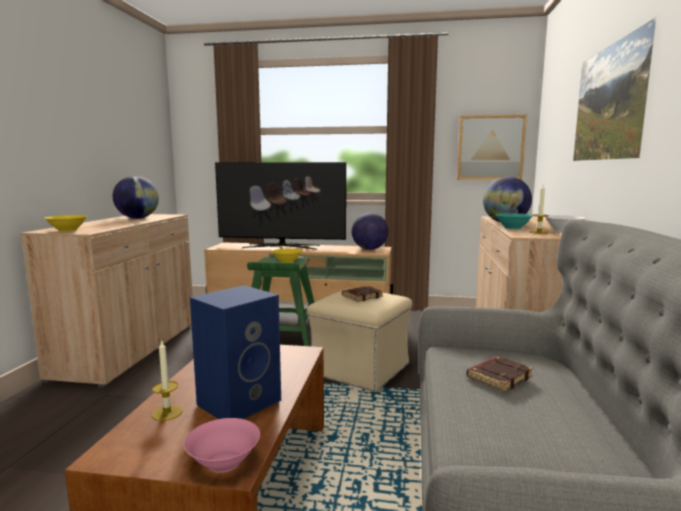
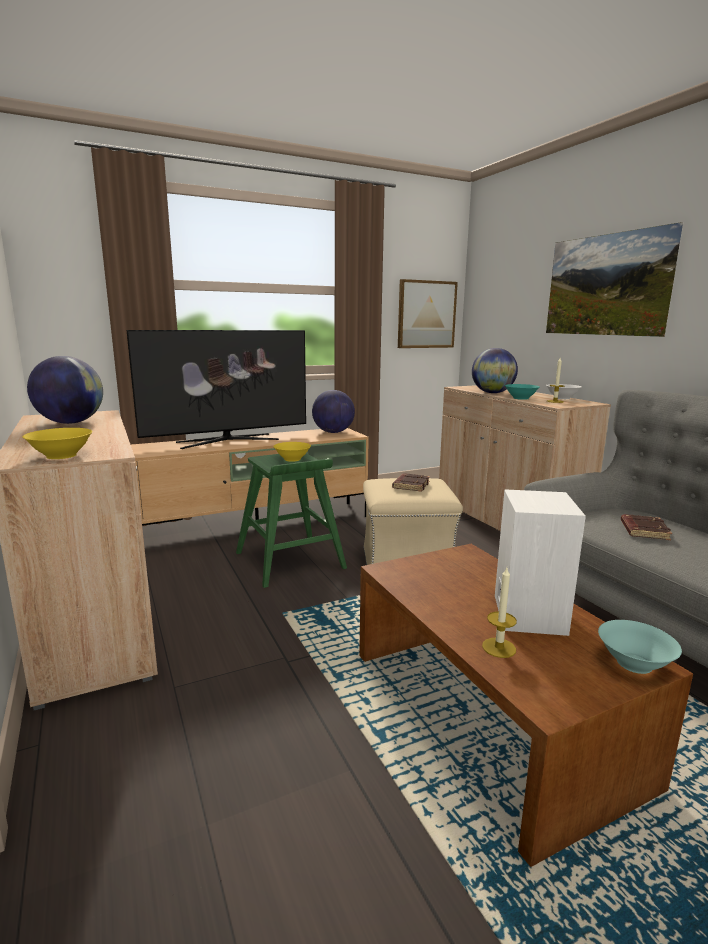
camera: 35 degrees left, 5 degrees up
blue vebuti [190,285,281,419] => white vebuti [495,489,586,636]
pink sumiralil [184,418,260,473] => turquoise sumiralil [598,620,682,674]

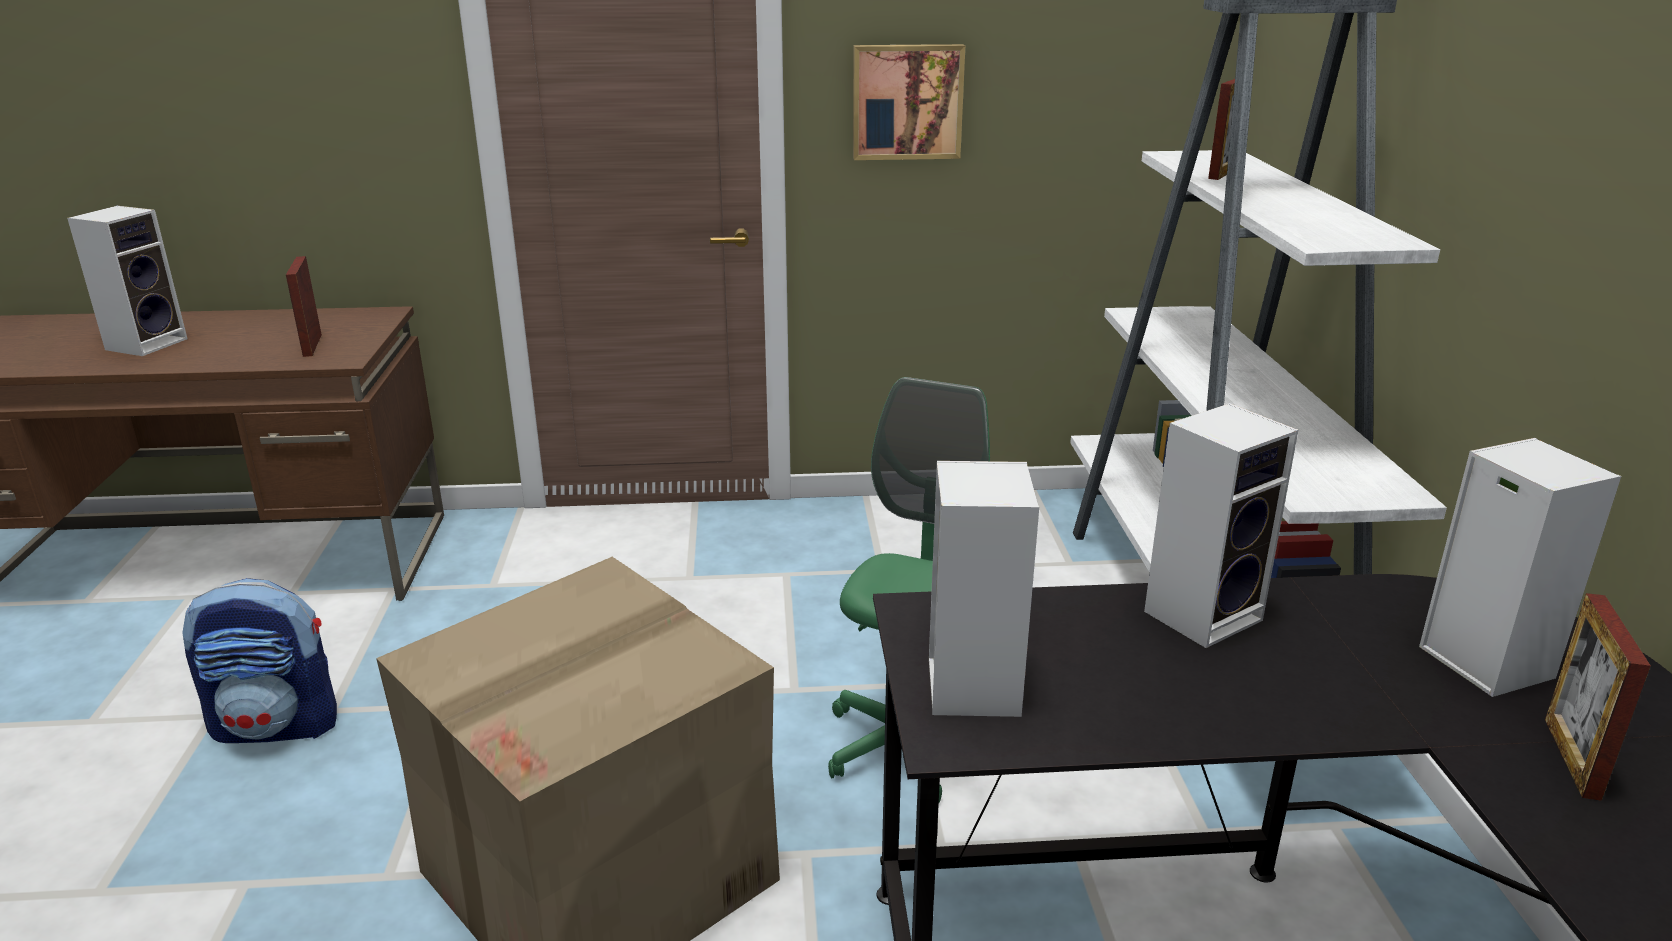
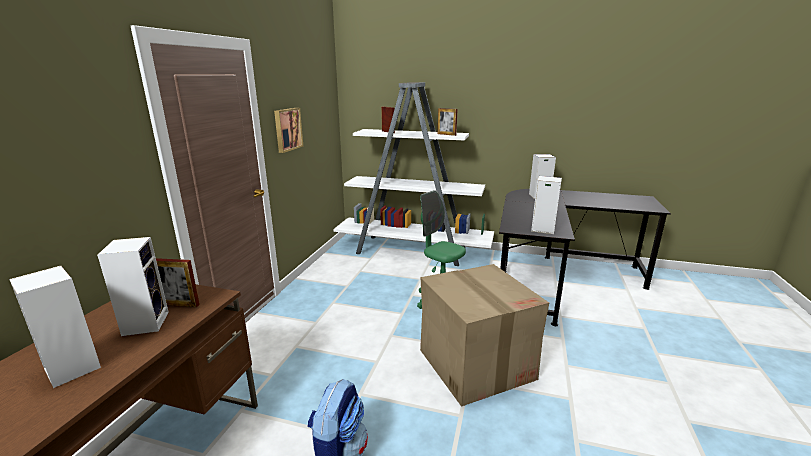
camera: 70 degrees left, 5 degrees down
vebuti [1144,403,1298,648] => vebuti [97,237,169,336], relocated
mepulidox [1545,593,1651,801] => mepulidox [438,108,458,136], relocated

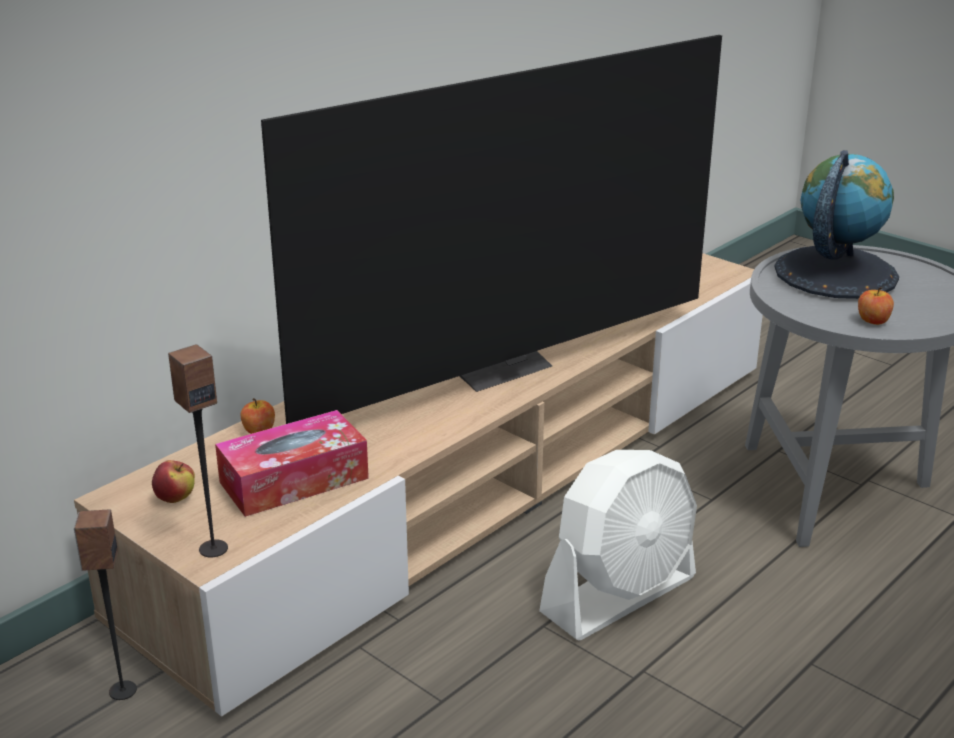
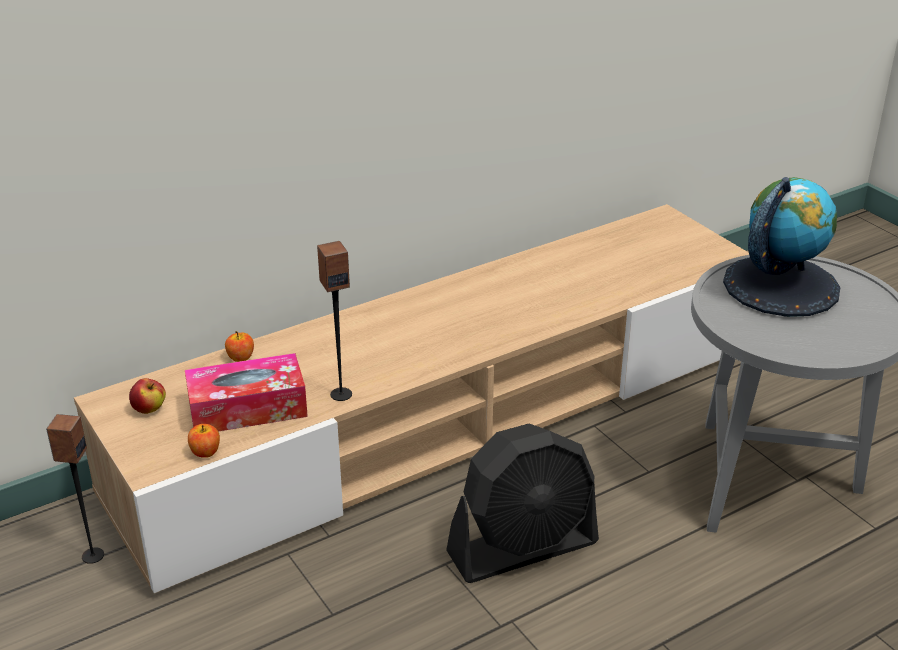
camera: 15 degrees right, 5 degrees up
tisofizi [858,287,894,325] => tisofizi [188,424,220,458], relocated
vebuti [168,344,228,557] => vebuti [317,241,352,401], relocated
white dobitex [539,450,697,640] => black dobitex [446,424,599,583]
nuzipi [261,35,722,424] => nothing

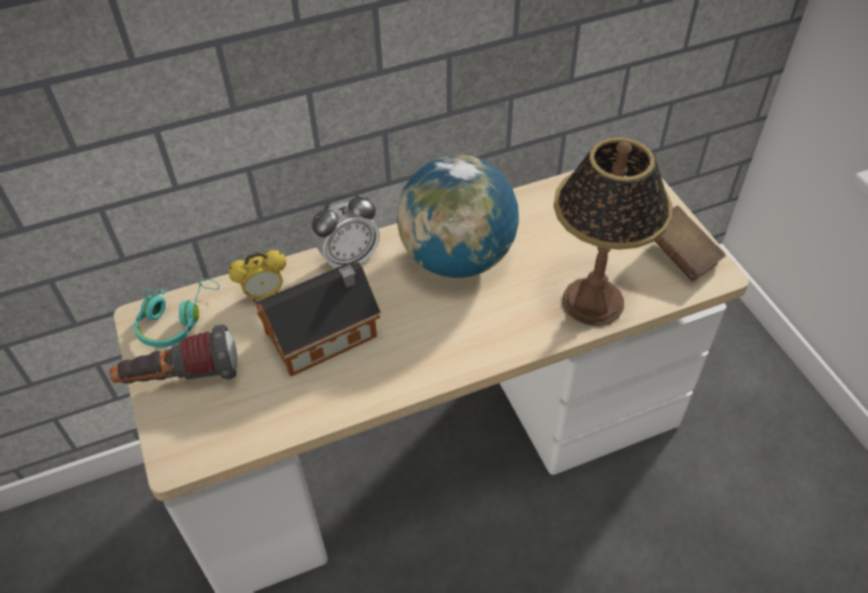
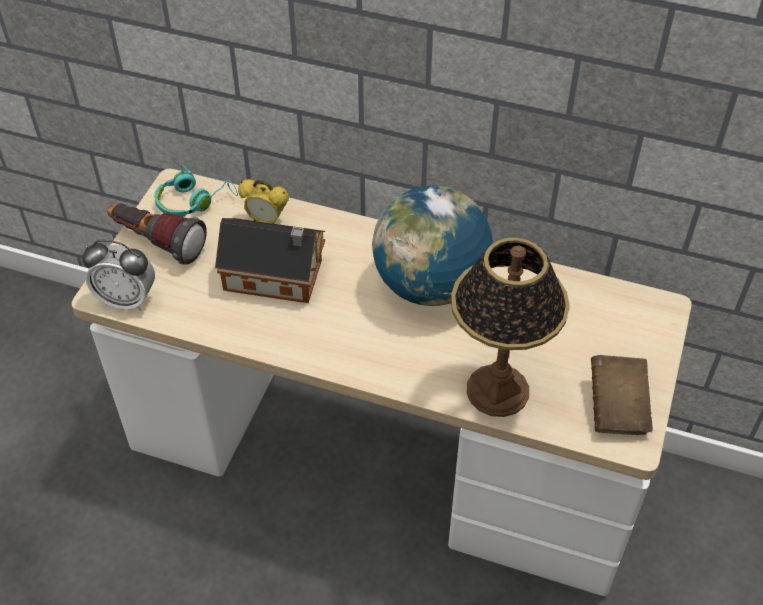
camera: 40 degrees right, 0 degrees up
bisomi [312,194,380,268] => bisomi [82,240,155,311], relocated

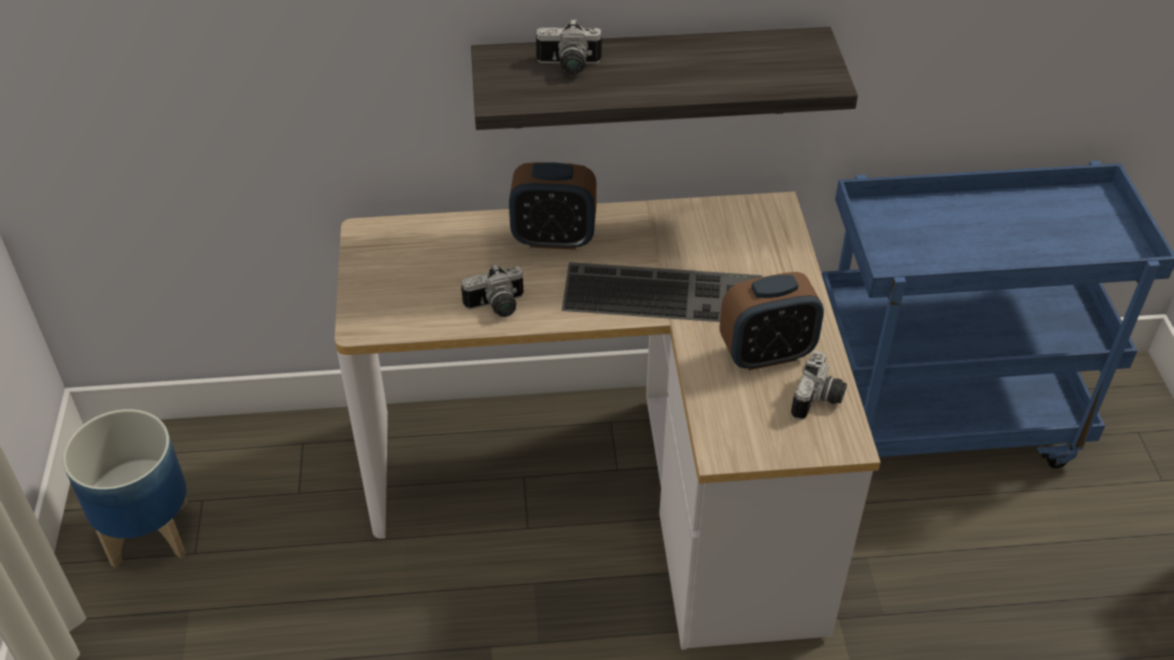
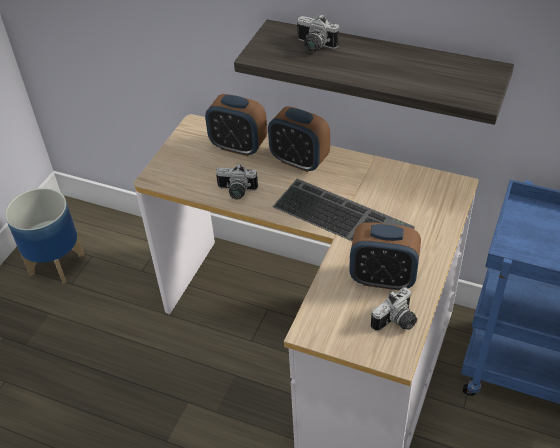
camera: 30 degrees right, 0 degrees up
nothing => bisomi [205,94,267,156]

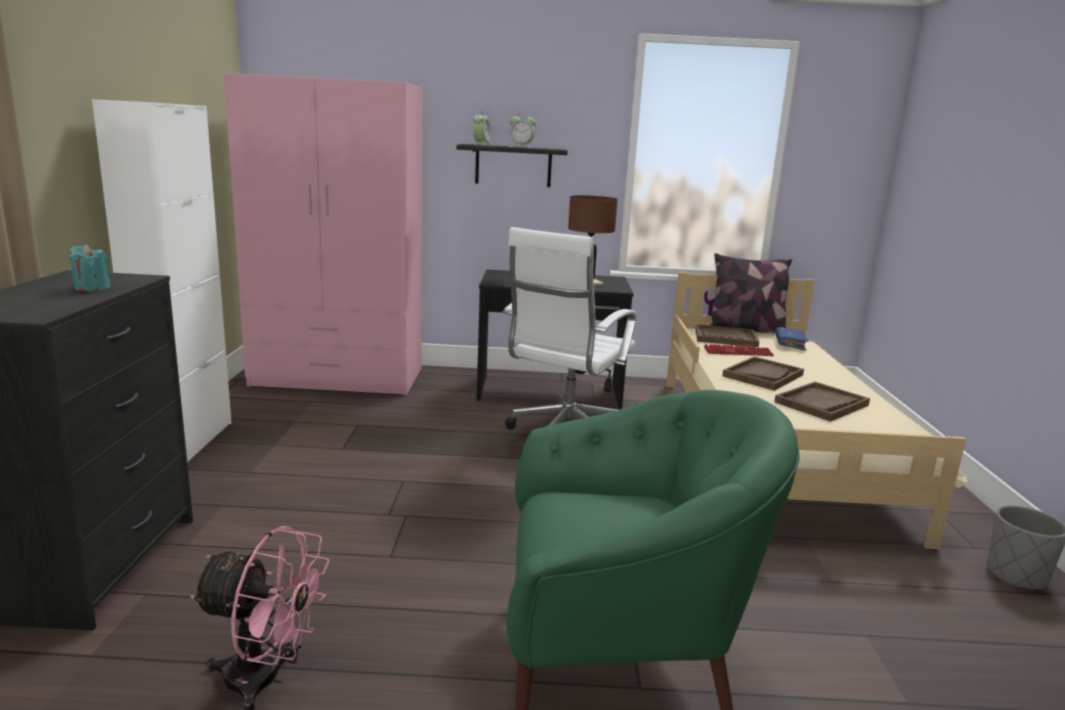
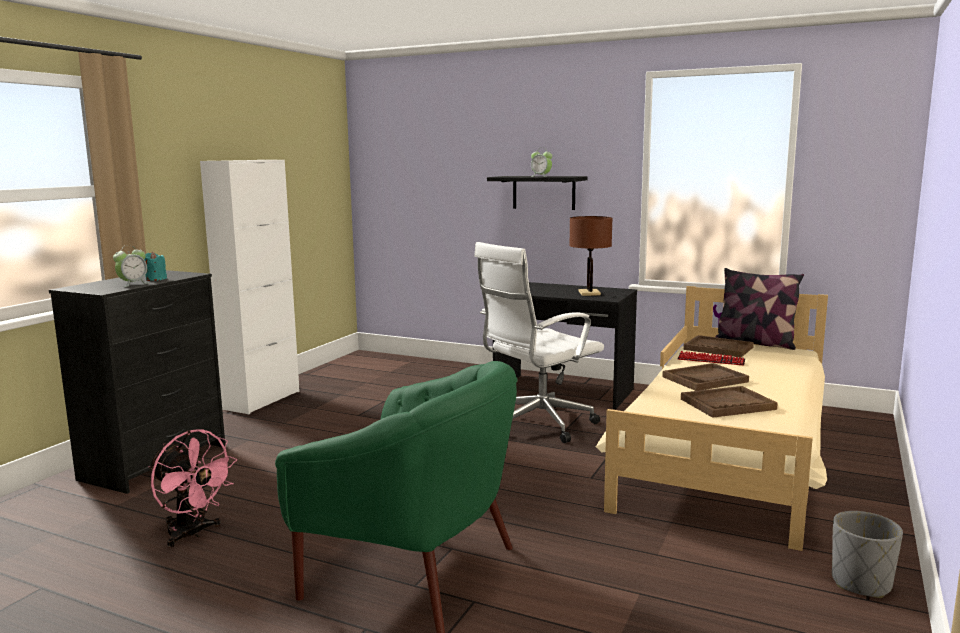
camera: 25 degrees right, 5 degrees down
bisomi [473,111,490,145] => bisomi [113,245,148,287], relocated
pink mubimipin [224,73,423,395] => nothing
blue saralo [775,327,809,351] => nothing

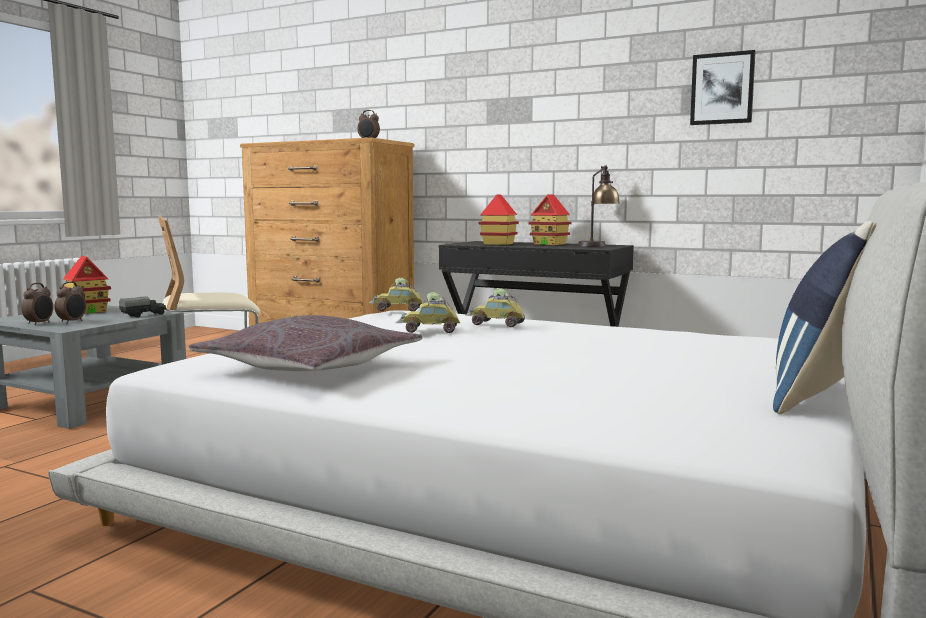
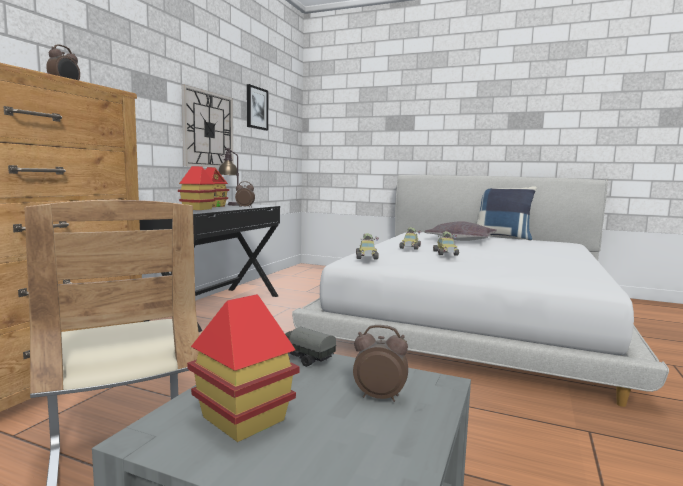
camera: 95 degrees left, 0 degrees up
nothing => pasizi [182,85,233,168]
bisomi [22,283,53,325] => bisomi [235,181,255,207], relocated
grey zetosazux [189,315,422,371] => grey zetosazux [424,221,497,241], relocated

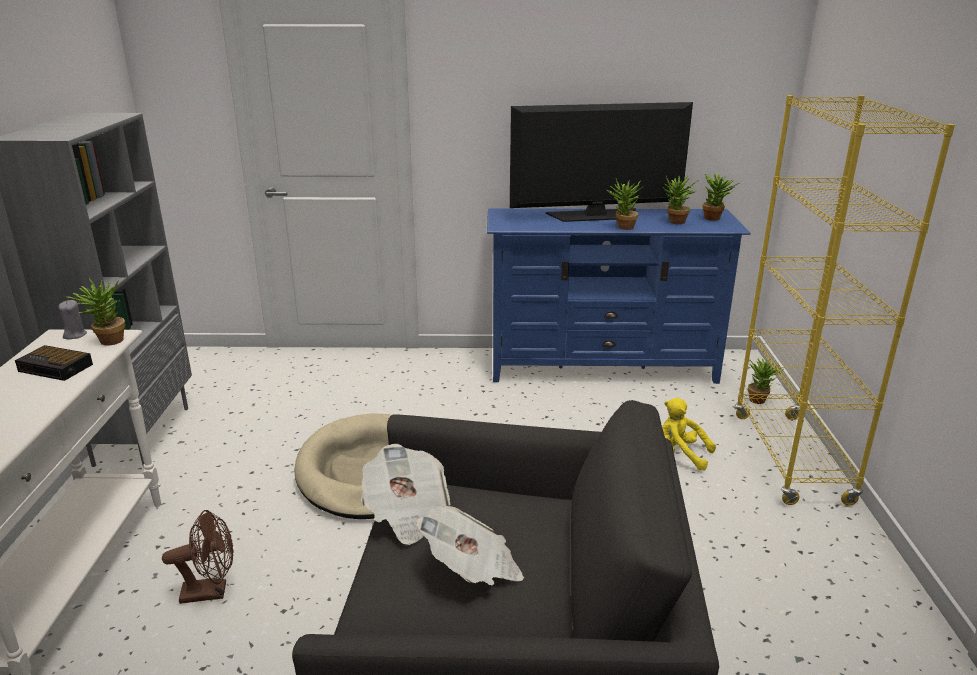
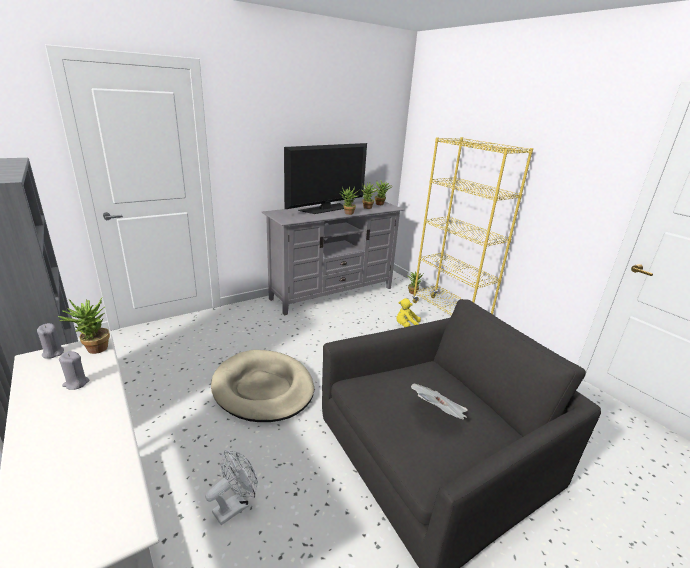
camera: 35 degrees left, 0 degrees up
bisomi [15,345,93,381] => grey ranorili [59,351,89,390]
brown dobitex [162,510,234,604] => white dobitex [205,450,258,525]
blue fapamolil [487,208,751,384] => grey fapamolil [262,200,405,315]
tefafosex [361,444,450,545] => nothing

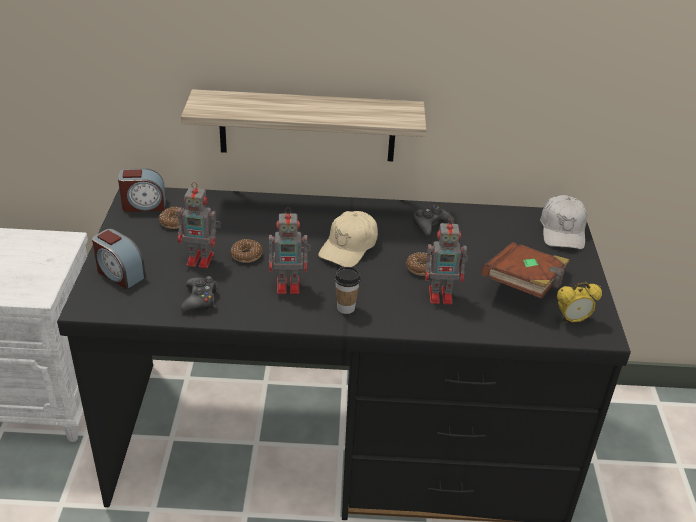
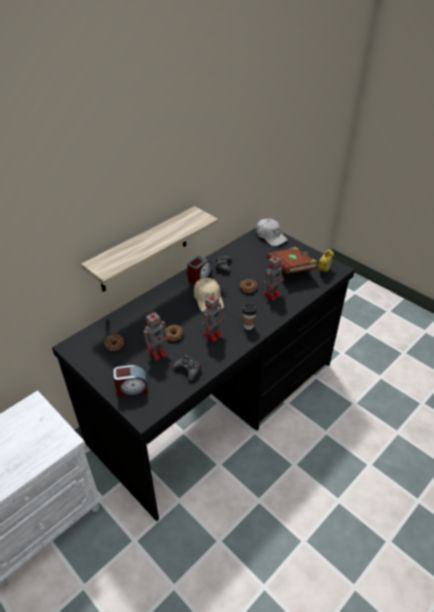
camera: 45 degrees left, 5 degrees up
bisomi [118,168,166,212] => bisomi [187,256,212,284], relocated

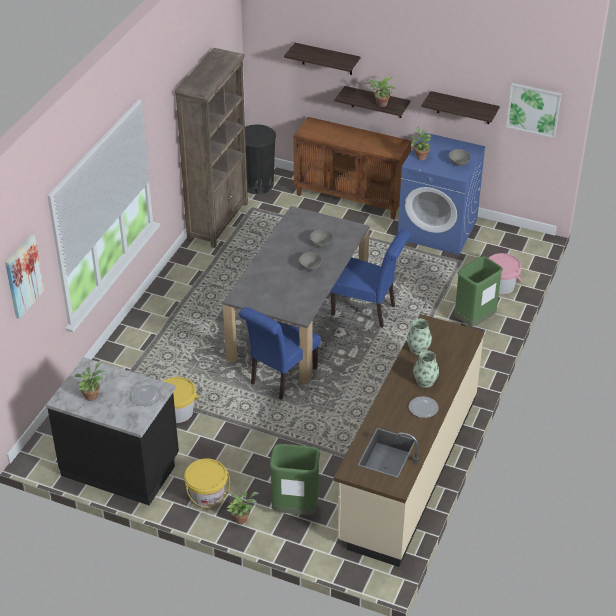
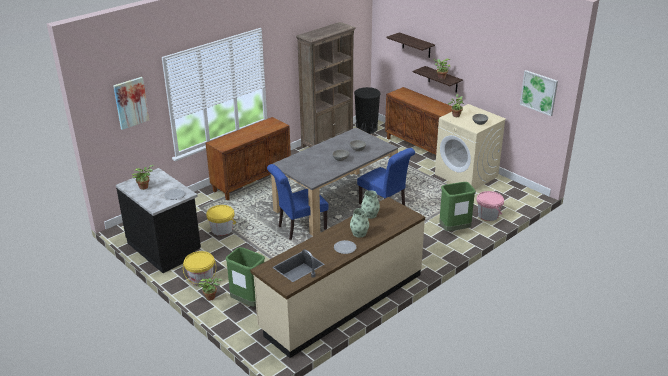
camera: 25 degrees right, 10 degrees down
nothing => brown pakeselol [206,117,291,200]
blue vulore [398,133,486,255] => beige vulore [435,104,506,190]
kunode [421,91,500,124] => nothing

